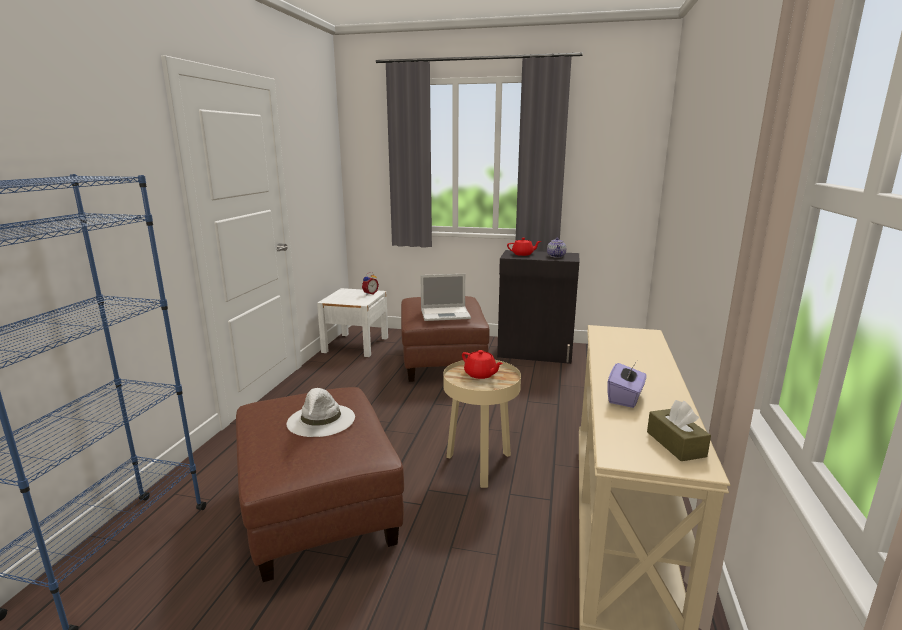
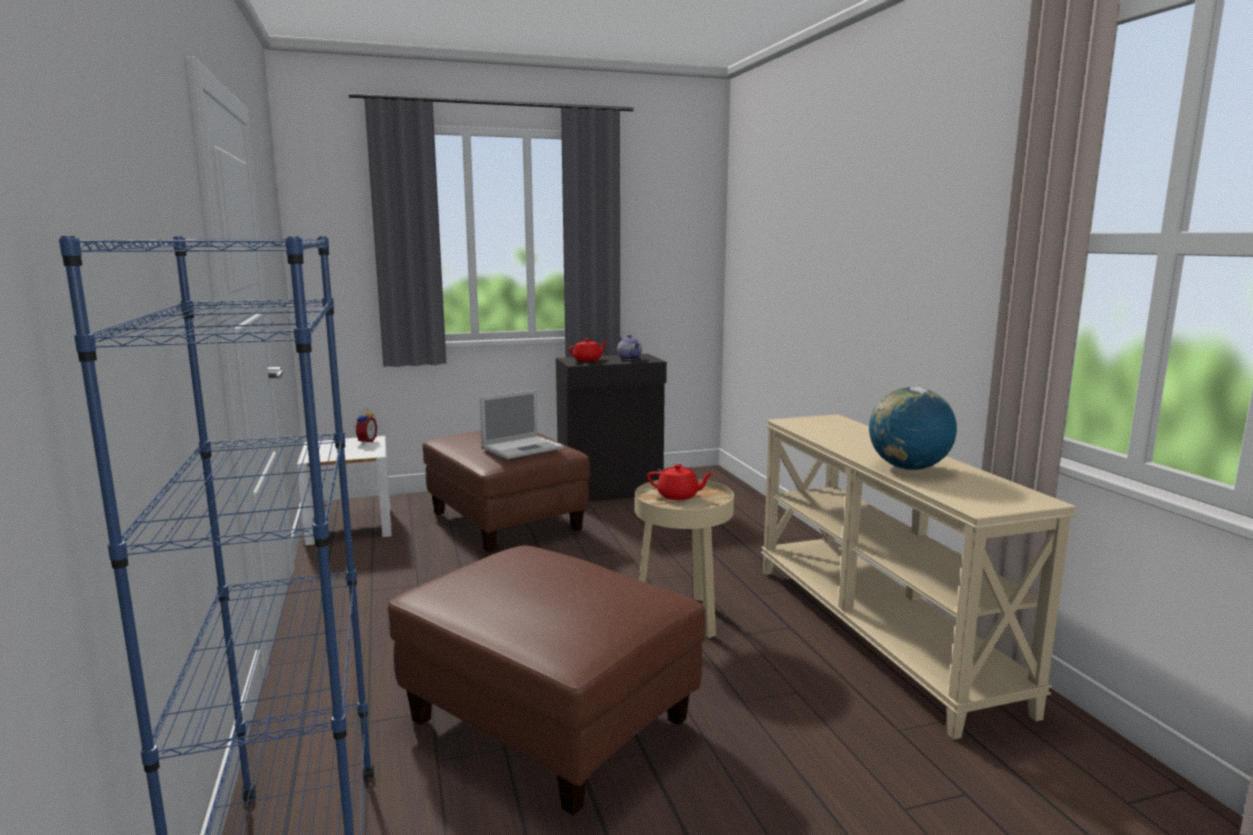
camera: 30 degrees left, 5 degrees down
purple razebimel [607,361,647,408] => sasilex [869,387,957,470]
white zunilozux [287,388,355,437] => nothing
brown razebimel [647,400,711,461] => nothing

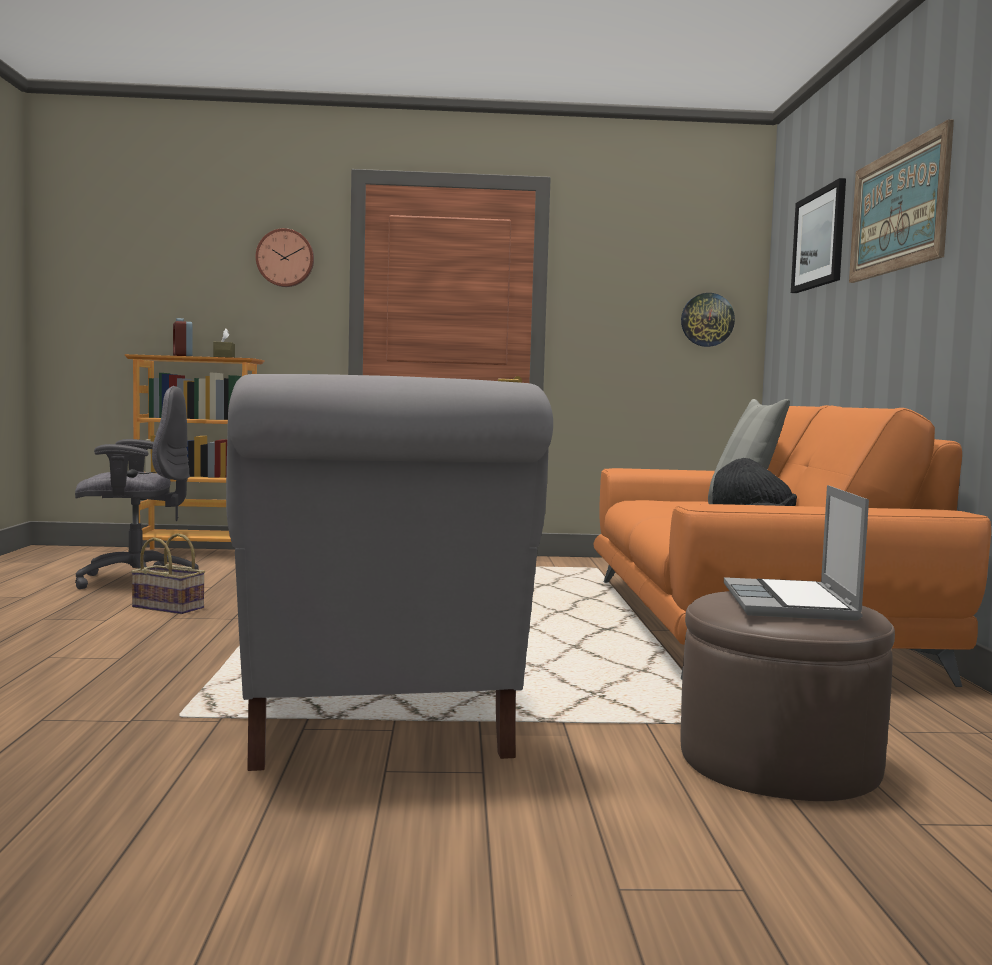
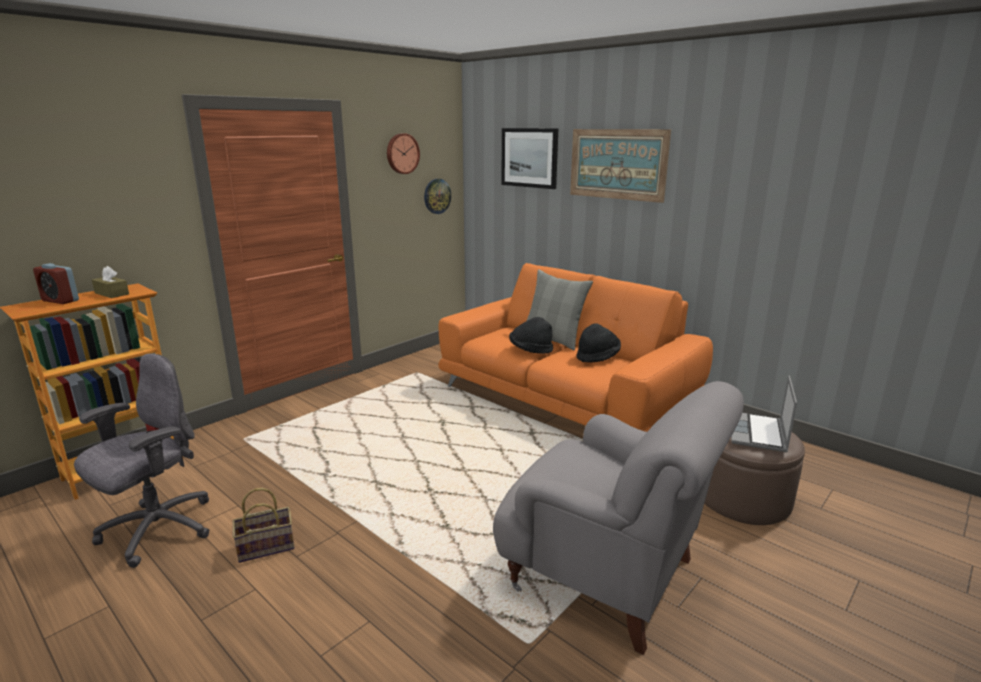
camera: 45 degrees left, 15 degrees up
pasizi [256,228,314,287] => pasizi [387,133,420,174], relocated
nothing => black zunilozux [509,317,553,354]
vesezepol [724,485,869,621] => vesezepol [731,375,797,452], 60 degrees clockwise

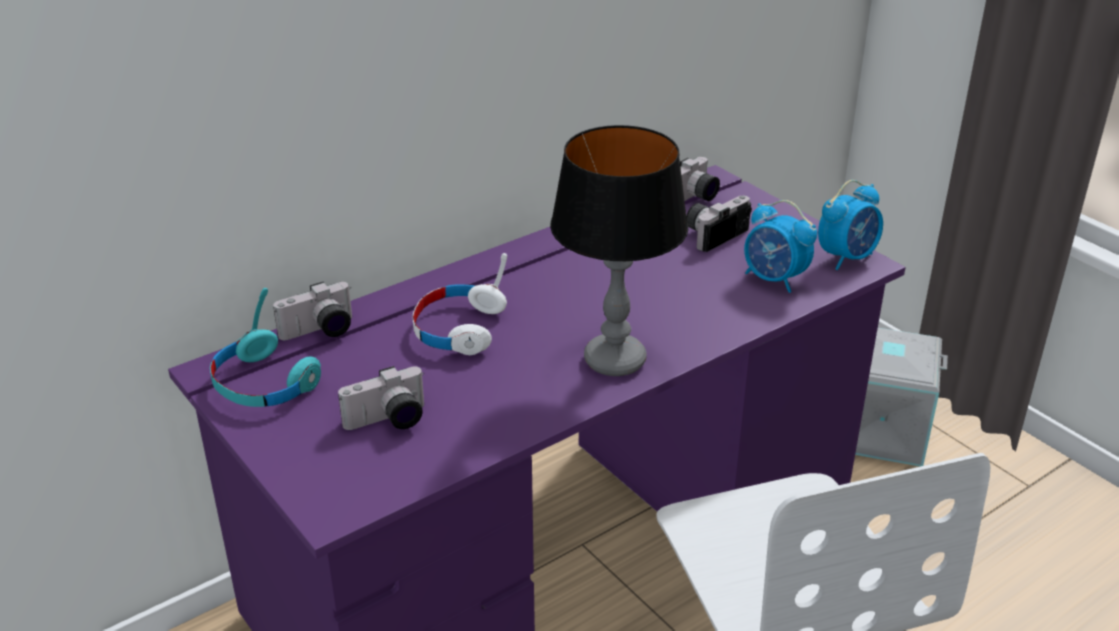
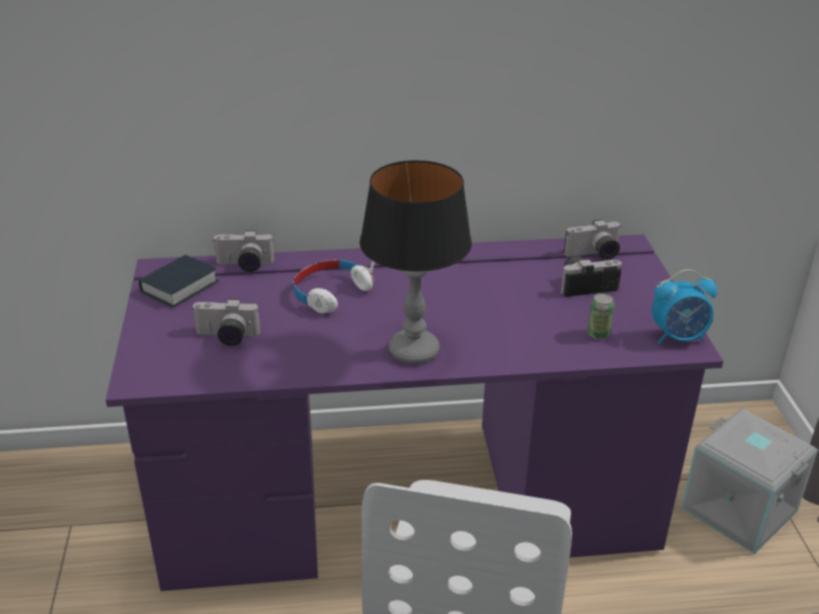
camera: 30 degrees right, 0 degrees up
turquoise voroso [210,288,321,407] => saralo [139,255,219,307]
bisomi [744,200,817,293] => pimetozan [587,293,615,340]

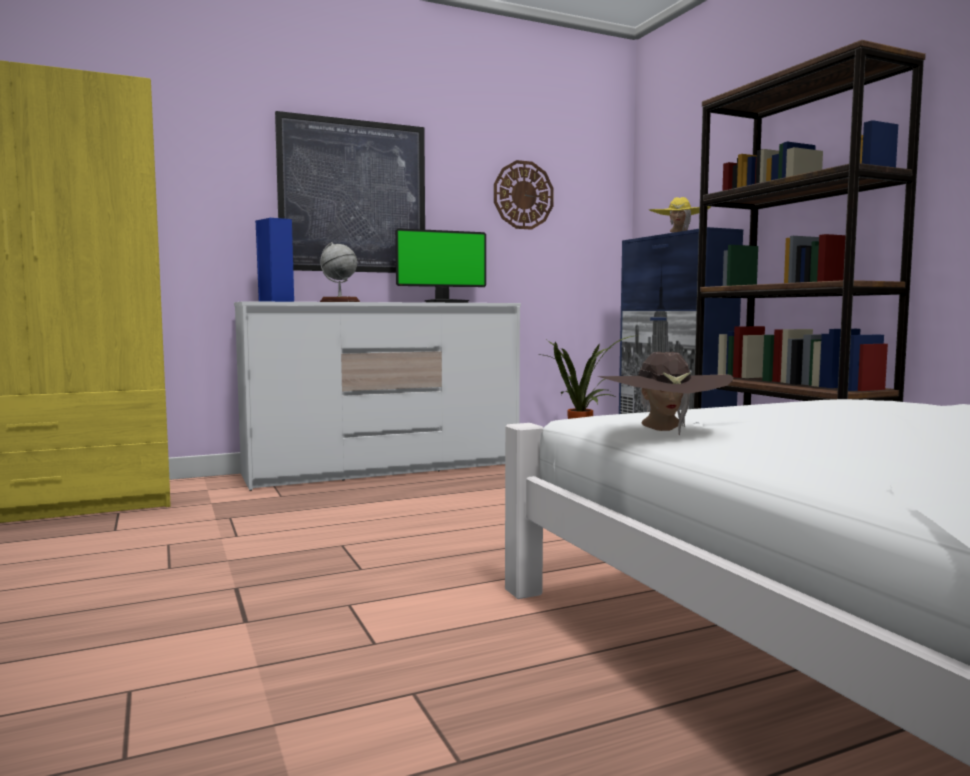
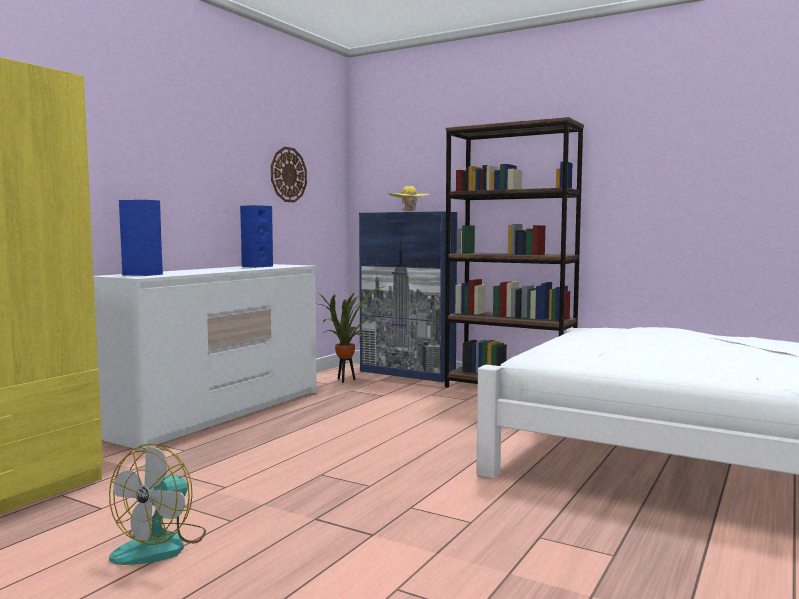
camera: 35 degrees left, 0 degrees up
nothing => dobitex [109,444,206,565]
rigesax [395,228,486,303] => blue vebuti [240,205,273,268]
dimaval [275,111,425,273] => nothing
sasilex [320,242,360,302] => nothing
brown zunilozux [597,352,733,435] => nothing

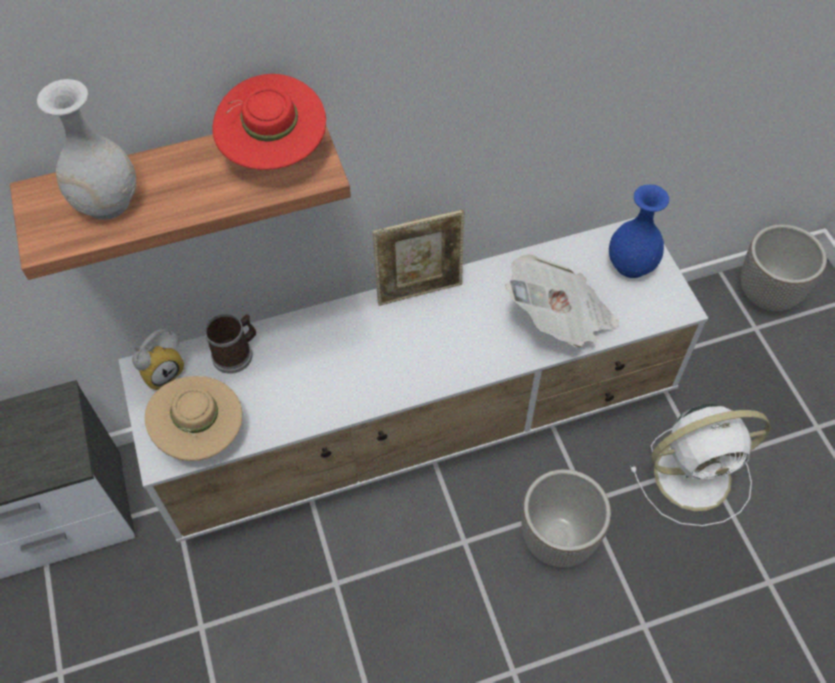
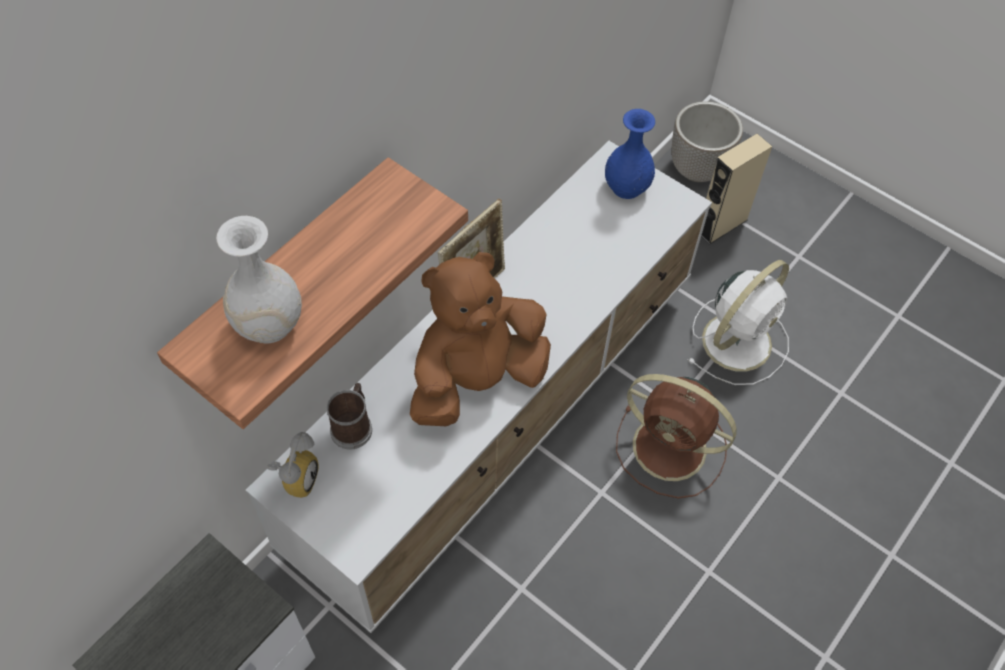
camera: 35 degrees left, 0 degrees up
nothing => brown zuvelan [410,252,551,426]
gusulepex [521,469,611,568] => brown dobitex [616,374,737,498]
nothing => beige vebuti [701,134,772,244]
beige zunilozux [145,376,242,461] => nothing
red zunilozux [213,74,326,170] => nothing
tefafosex [505,254,619,347] => nothing

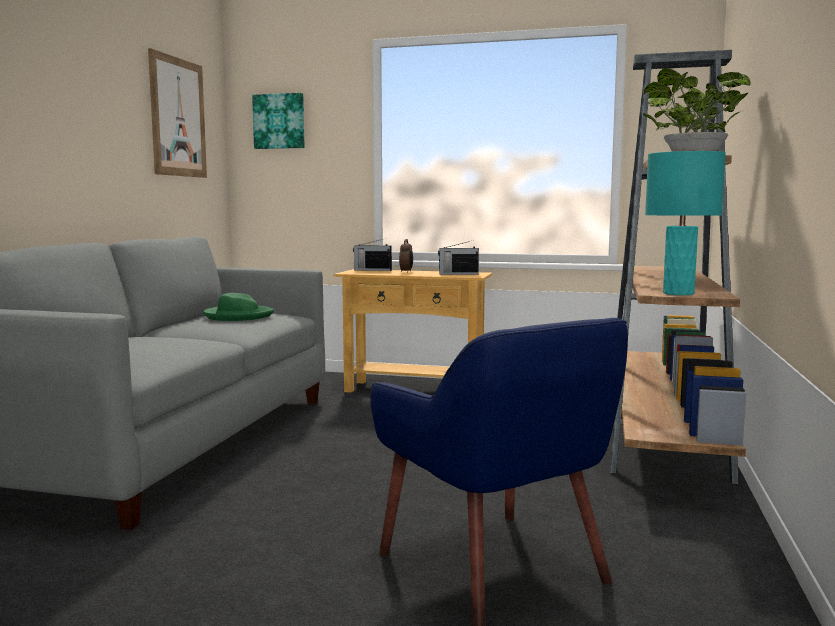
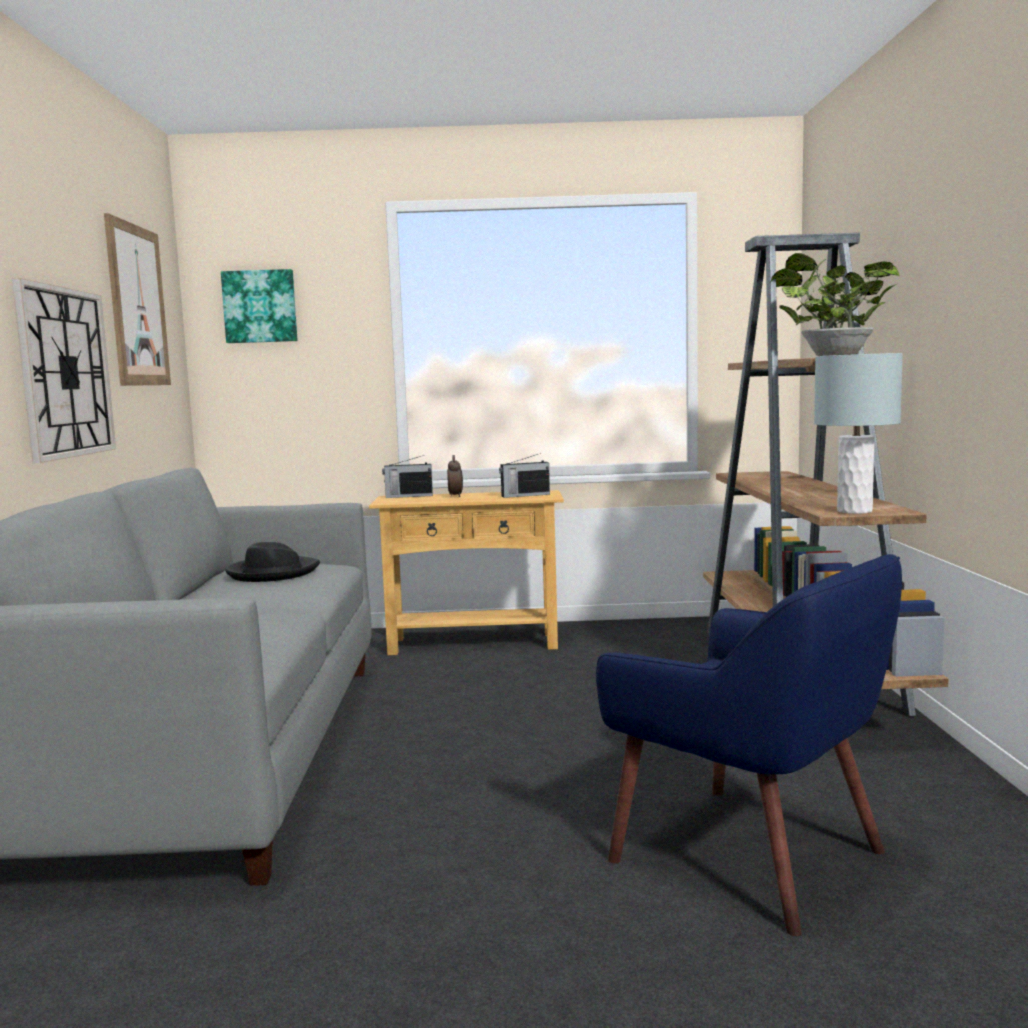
camera: 15 degrees left, 0 degrees up
nothing => pasizi [12,278,116,463]
green zunilozux [203,293,274,321] => black zunilozux [225,542,320,582]
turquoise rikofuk [645,151,726,295] => grey rikofuk [814,353,903,514]

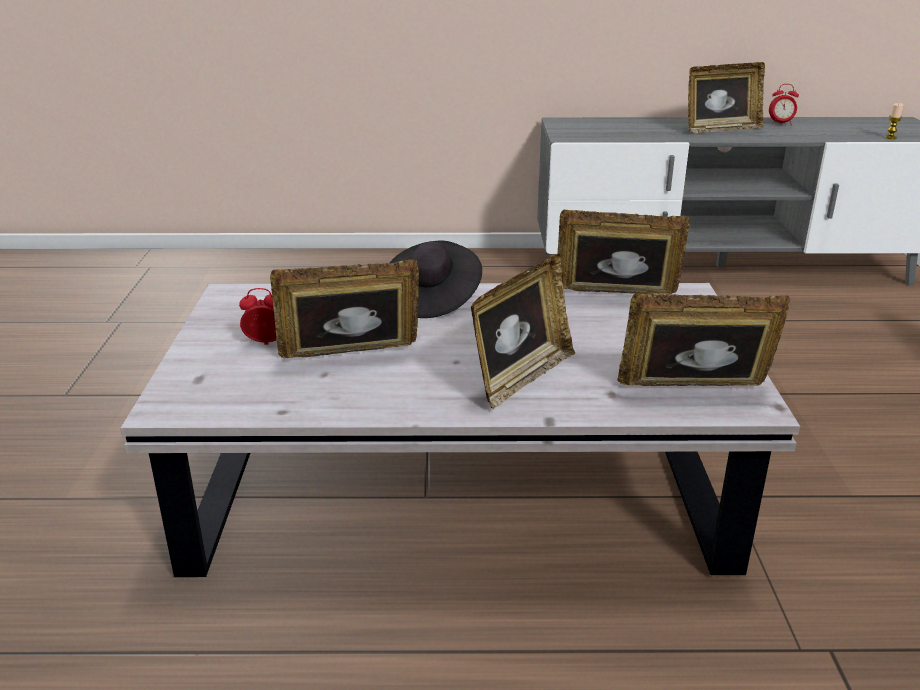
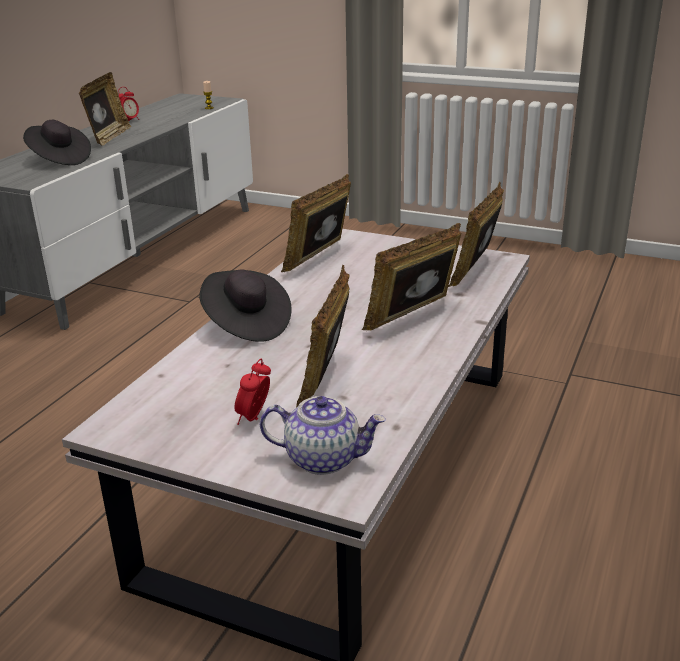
camera: 65 degrees left, 0 degrees up
nothing => black zunilozux [23,120,91,165]
nothing => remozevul [260,396,386,475]
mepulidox [471,254,575,409] => mepulidox [362,223,461,330], 105 degrees counterclockwise

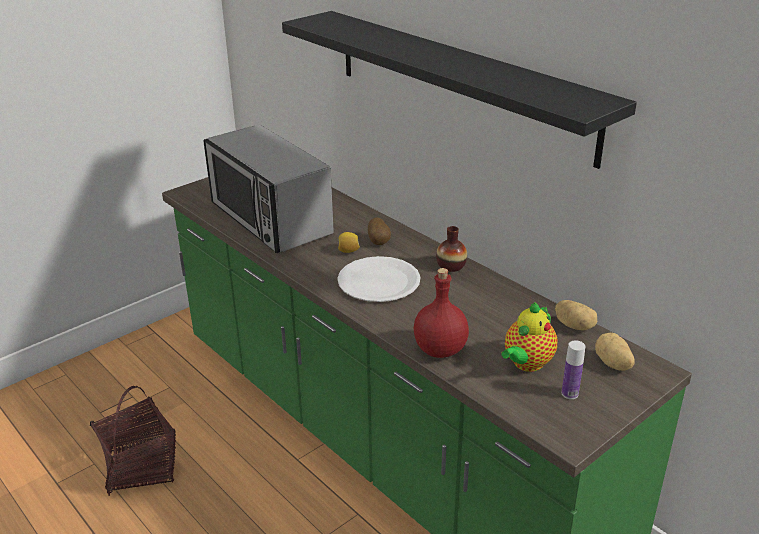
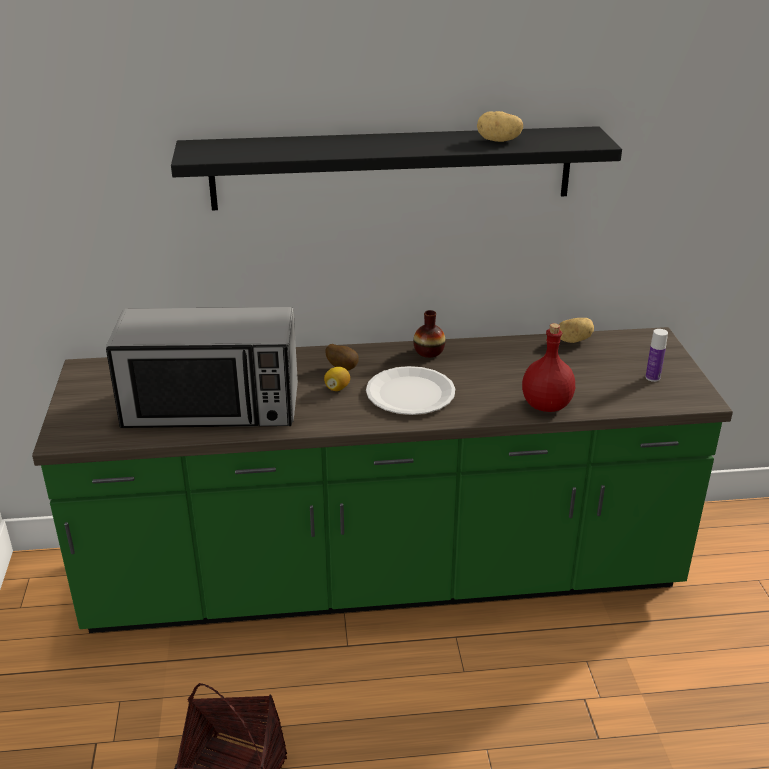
camera: 55 degrees left, 0 degrees up
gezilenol [595,333,635,371] => gezilenol [477,111,523,142], relocated
remozevul [501,302,557,372] => nothing

